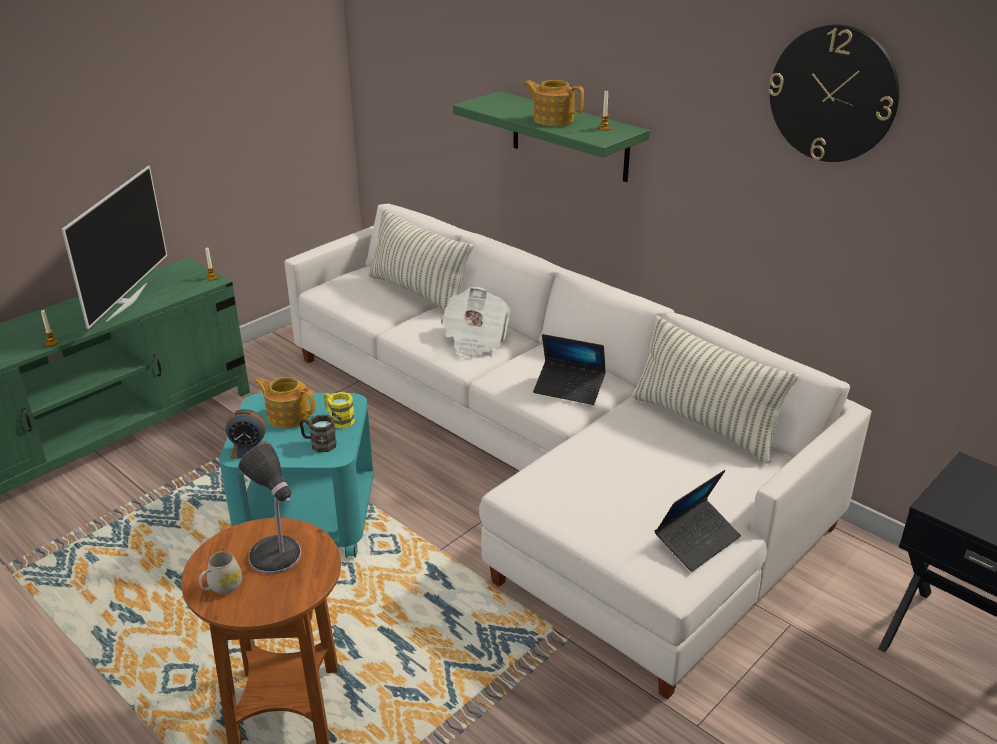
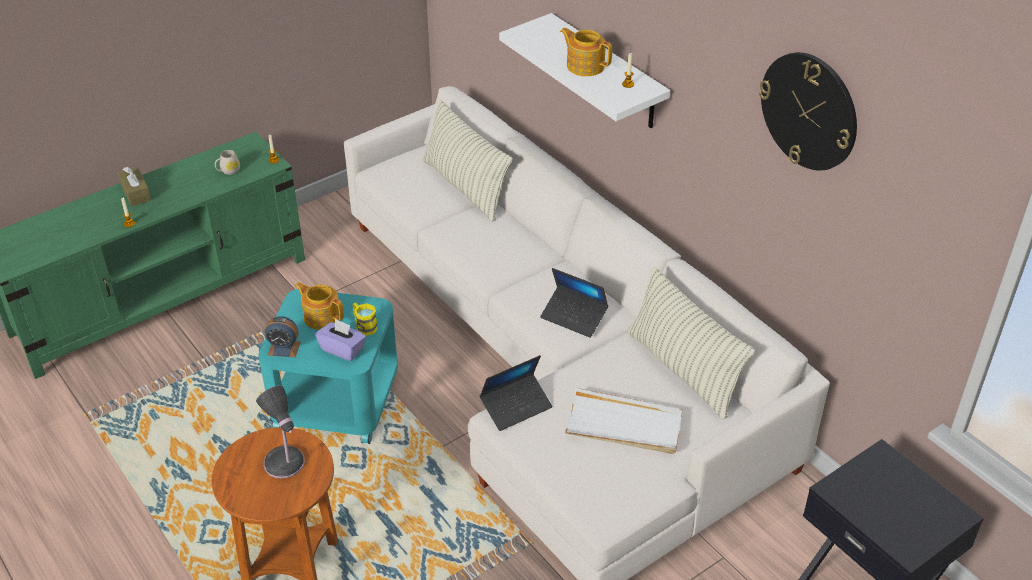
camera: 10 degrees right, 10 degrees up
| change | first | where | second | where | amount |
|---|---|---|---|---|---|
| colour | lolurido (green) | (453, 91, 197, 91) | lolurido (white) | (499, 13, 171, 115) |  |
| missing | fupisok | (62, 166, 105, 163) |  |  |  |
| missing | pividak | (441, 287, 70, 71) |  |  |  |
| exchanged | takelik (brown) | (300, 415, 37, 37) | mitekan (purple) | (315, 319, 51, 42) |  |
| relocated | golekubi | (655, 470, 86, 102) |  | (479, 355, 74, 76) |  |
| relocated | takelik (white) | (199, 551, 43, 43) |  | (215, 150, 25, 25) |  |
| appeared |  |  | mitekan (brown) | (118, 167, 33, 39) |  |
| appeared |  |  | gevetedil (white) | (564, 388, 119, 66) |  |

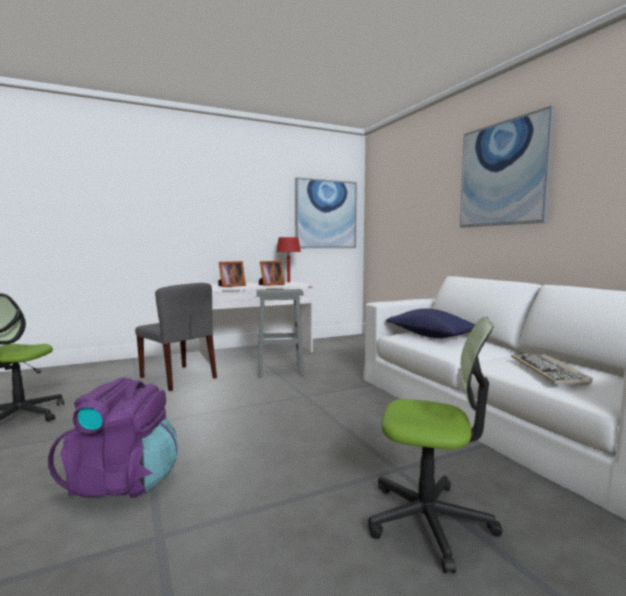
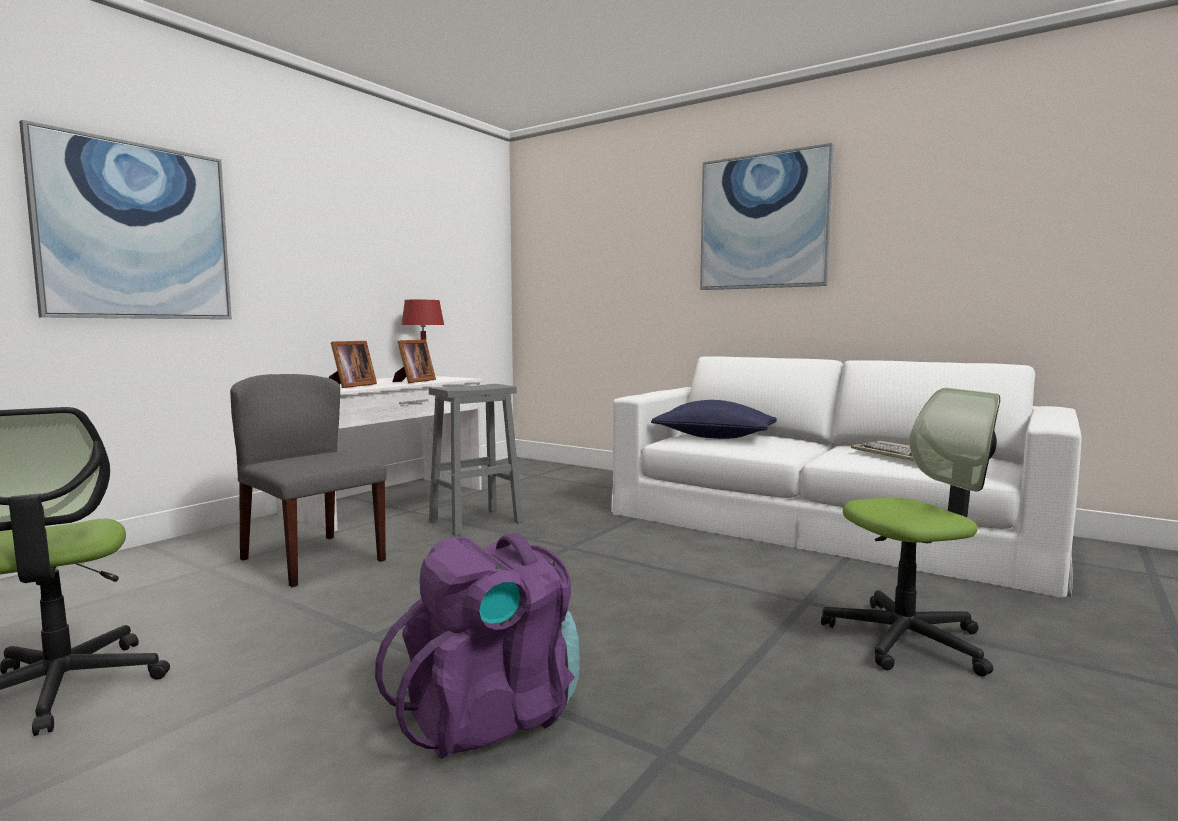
camera: 30 degrees left, 0 degrees up
| change | first | where | second | where | amount |
|---|---|---|---|---|---|
| relocated | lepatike | (295, 177, 62, 71) |  | (19, 120, 213, 199) |  |
| spun | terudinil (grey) | (135, 283, 82, 108) |  | (230, 374, 156, 213) | 150 degrees counterclockwise |

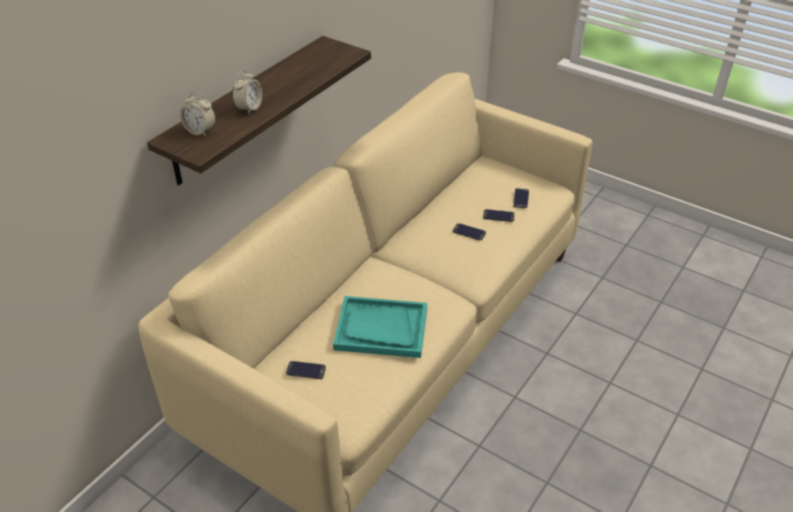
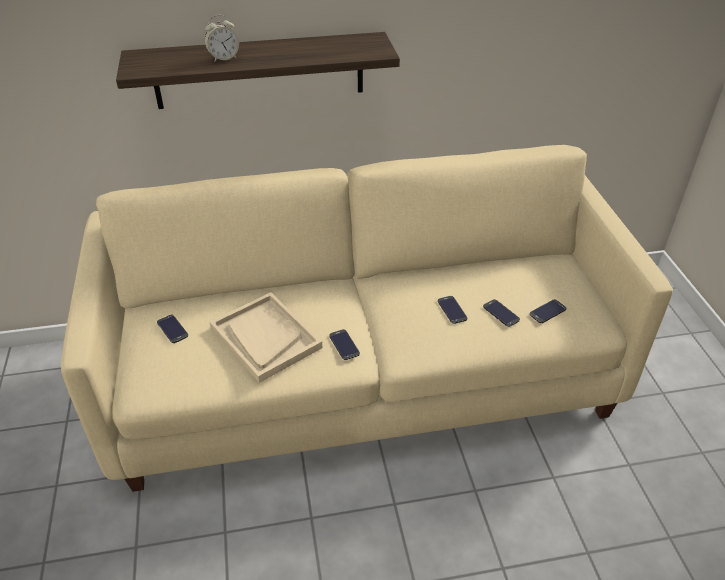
camera: 45 degrees right, 0 degrees up
| change | first | where | second | where | amount |
|---|---|---|---|---|---|
| missing | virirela | (180, 92, 36, 45) |  |  |  |
| colour | gevetedil (turquoise) | (333, 296, 94, 62) | gevetedil (beige) | (210, 292, 112, 91) |  |
| appeared |  |  | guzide | (329, 329, 31, 31) |  |

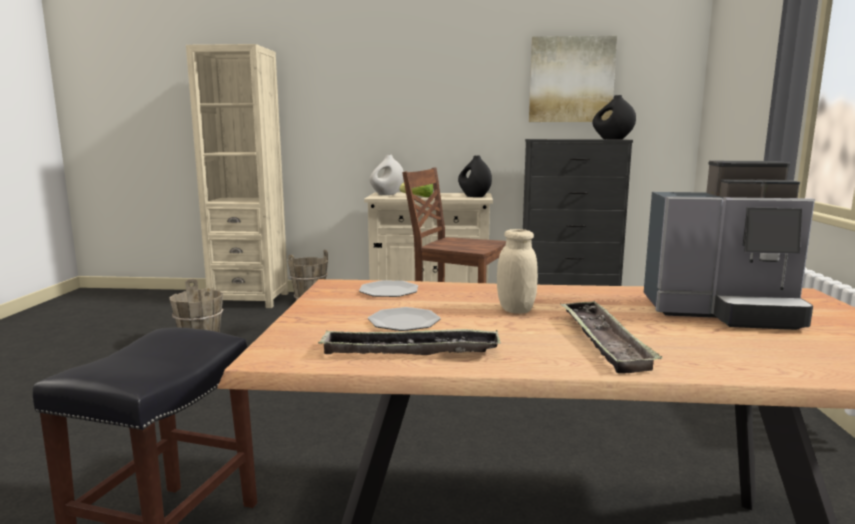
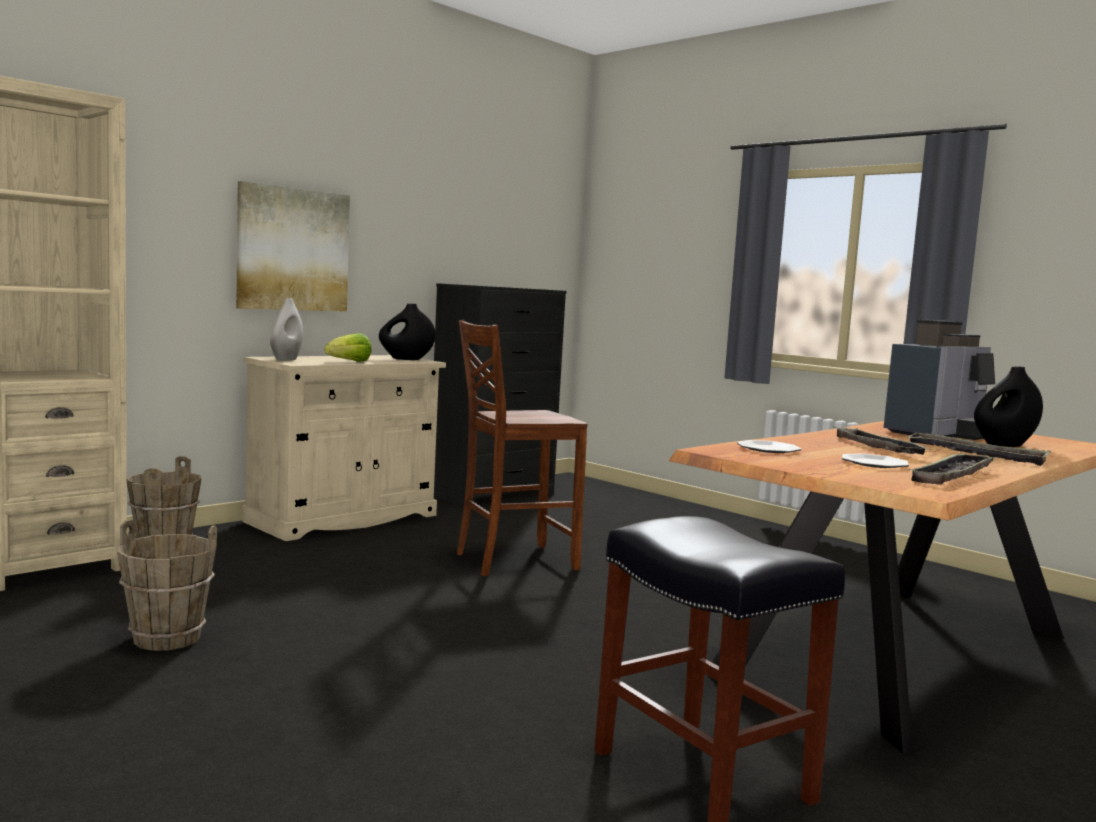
camera: 50 degrees left, 5 degrees down
| change | first | where | second | where | amount |
|---|---|---|---|---|---|
| relocated | lepatike | (529, 36, 88, 86) |  | (236, 181, 114, 131) |  |
| relocated | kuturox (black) | (592, 95, 44, 44) |  | (974, 367, 69, 80) |  |
| exchanged | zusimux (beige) | (497, 229, 41, 85) | gevetedil | (833, 426, 95, 29) |  |

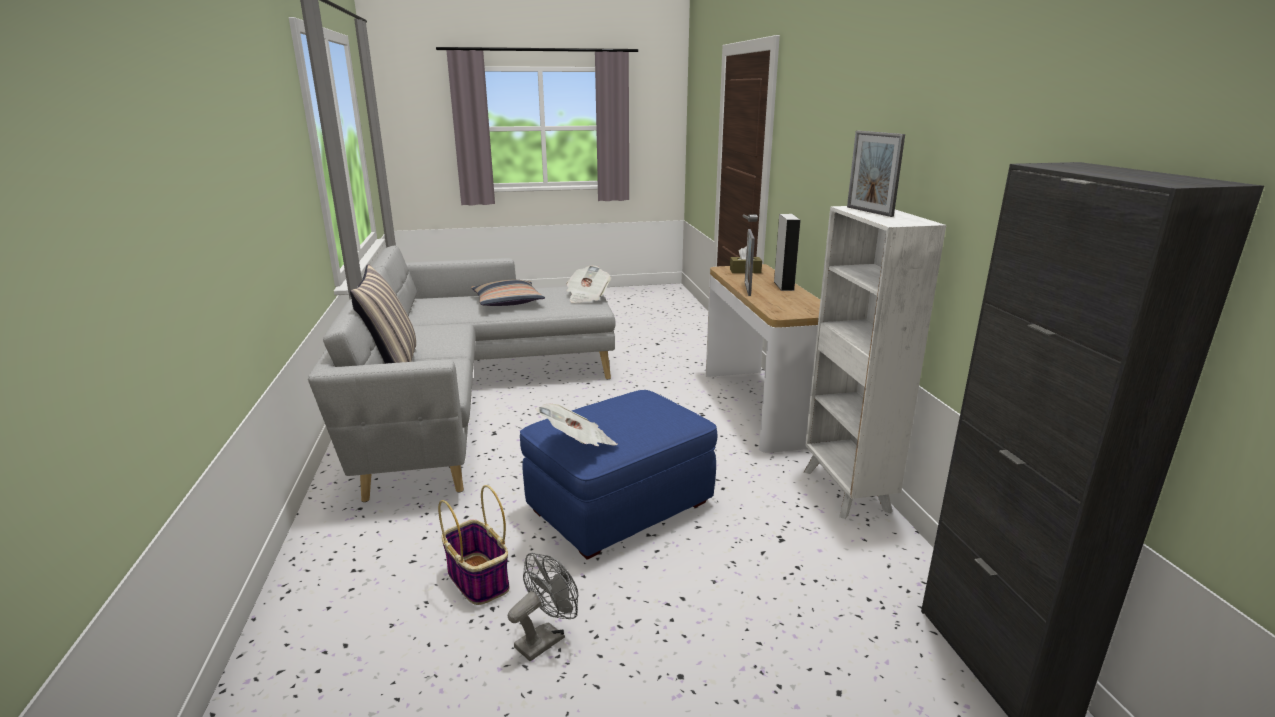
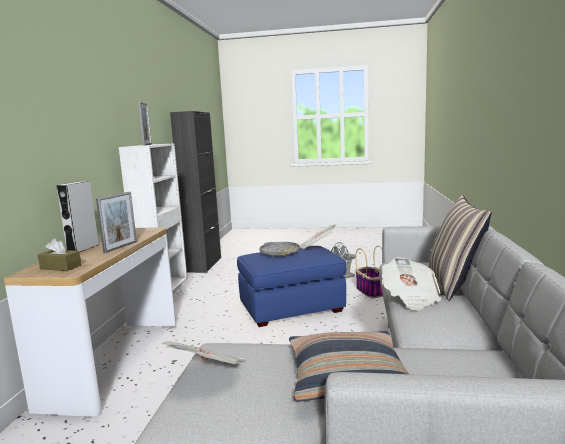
camera: 160 degrees left, 10 degrees down
| change | first | where | second | where | amount |
|---|---|---|---|---|---|
| appeared |  |  | gevetedil (grey) | (260, 242, 40, 15) |  |
| appeared |  |  | pividak | (382, 257, 59, 54) |  |

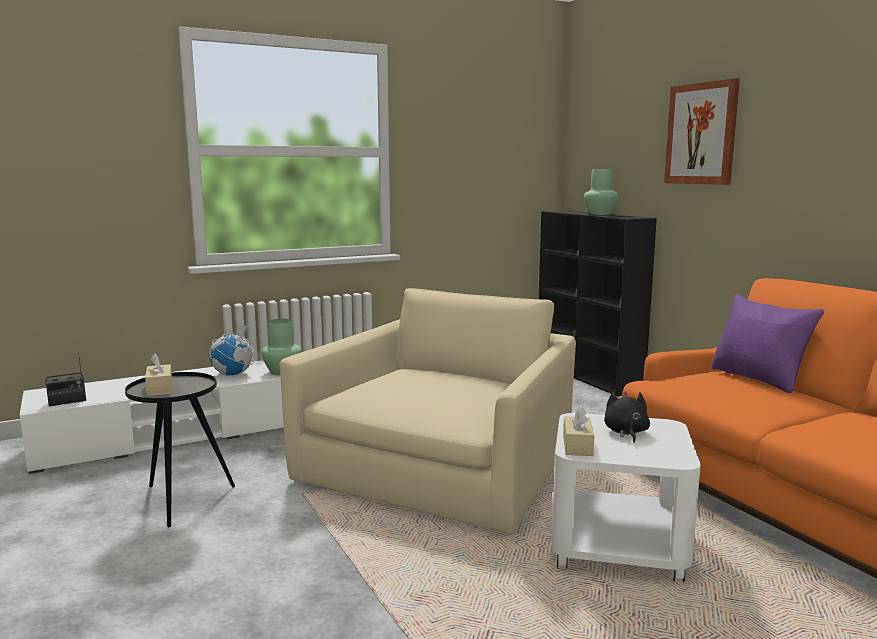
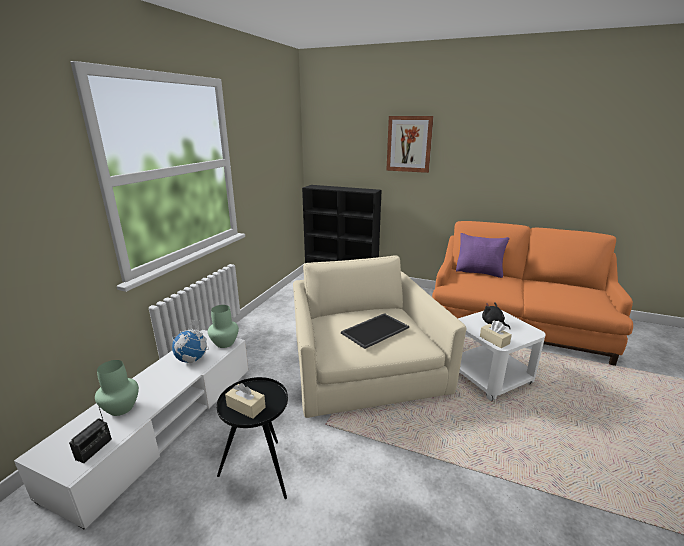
camera: 40 degrees left, 10 degrees up
| change | first | where | second | where | amount |
|---|---|---|---|---|---|
| relocated | kuturox (green) | (584, 169, 34, 46) |  | (95, 360, 44, 56) |  |
| appeared |  |  | gevetedil | (341, 313, 68, 36) |  |

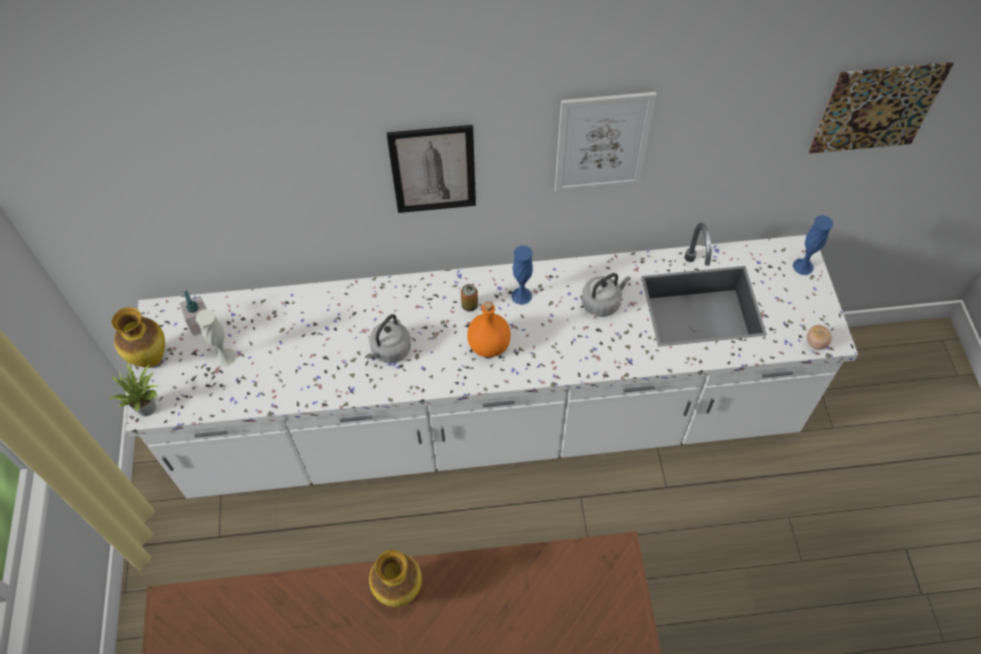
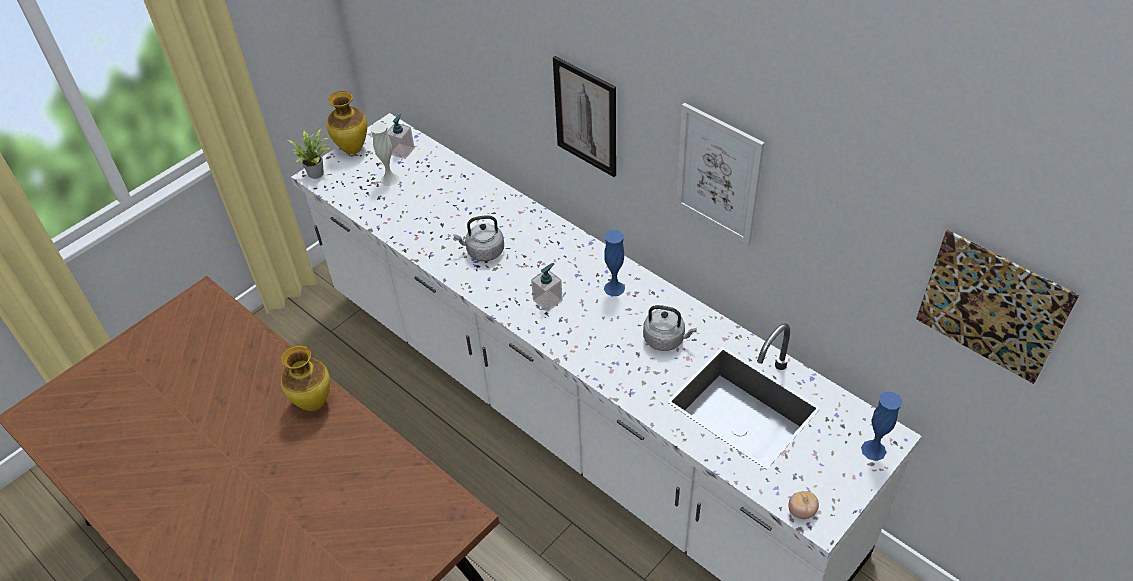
camera: 50 degrees right, 10 degrees down
| change | first | where | second | where | amount |
|---|---|---|---|---|---|
| missing | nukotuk | (461, 284, 17, 28) |  |  |  |
| exchanged | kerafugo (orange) | (467, 302, 44, 55) | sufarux | (531, 263, 32, 49) |  |

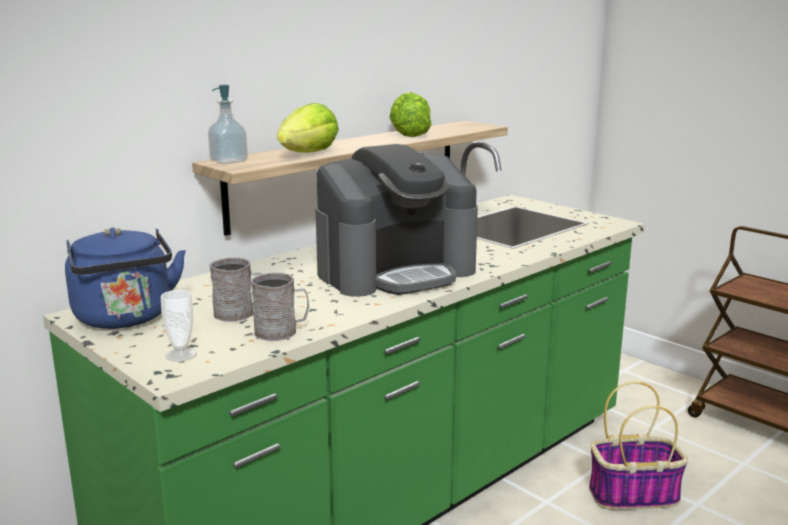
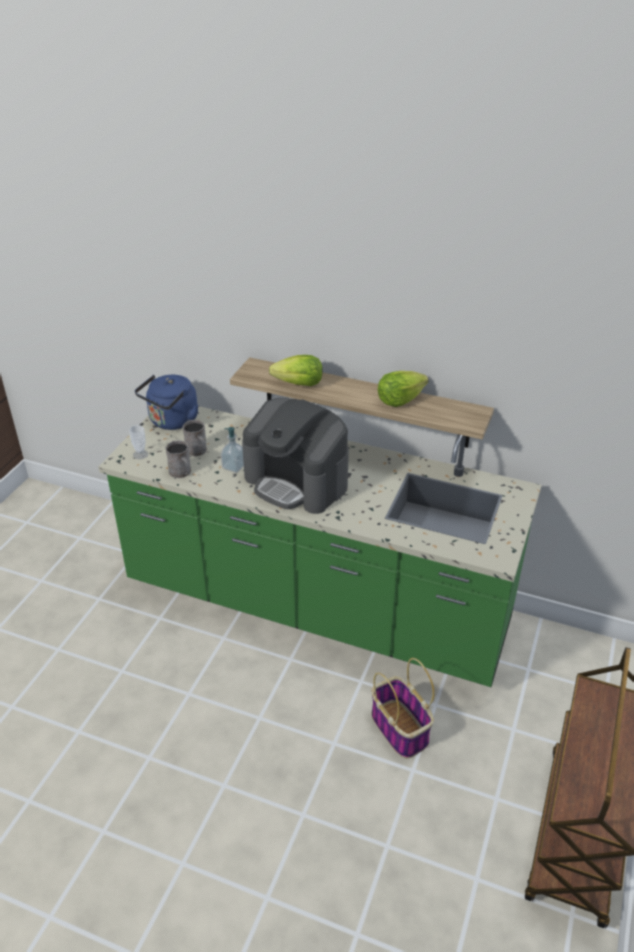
camera: 65 degrees right, 20 degrees up
| change | first | where | second | where | amount |
|---|---|---|---|---|---|
| relocated | sufarux | (208, 85, 40, 79) |  | (221, 427, 23, 46) |  |

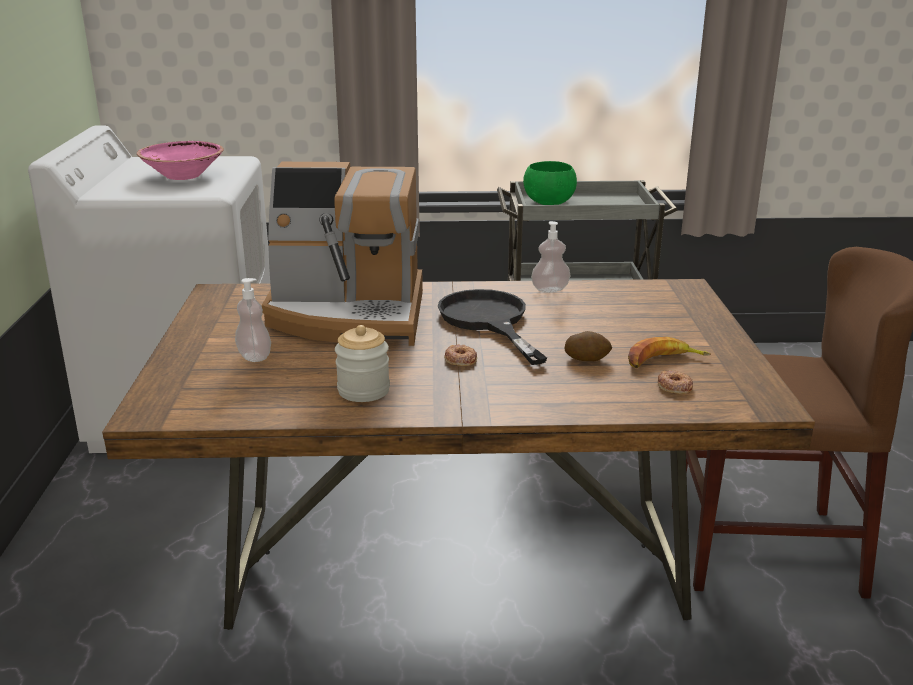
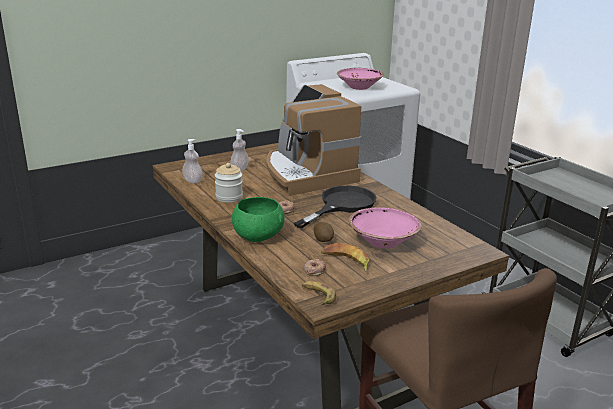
camera: 60 degrees right, 0 degrees up
| change | first | where | second | where | amount |
|---|---|---|---|---|---|
| relocated | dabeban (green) | (523, 161, 54, 44) |  | (232, 197, 53, 45) |  |
| relocated | sufarux | (531, 221, 40, 72) |  | (182, 139, 21, 44) |  |
| appeared |  |  | dabeban (pink) | (349, 207, 73, 42) |  |
| appeared |  |  | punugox | (302, 281, 34, 24) |  |

